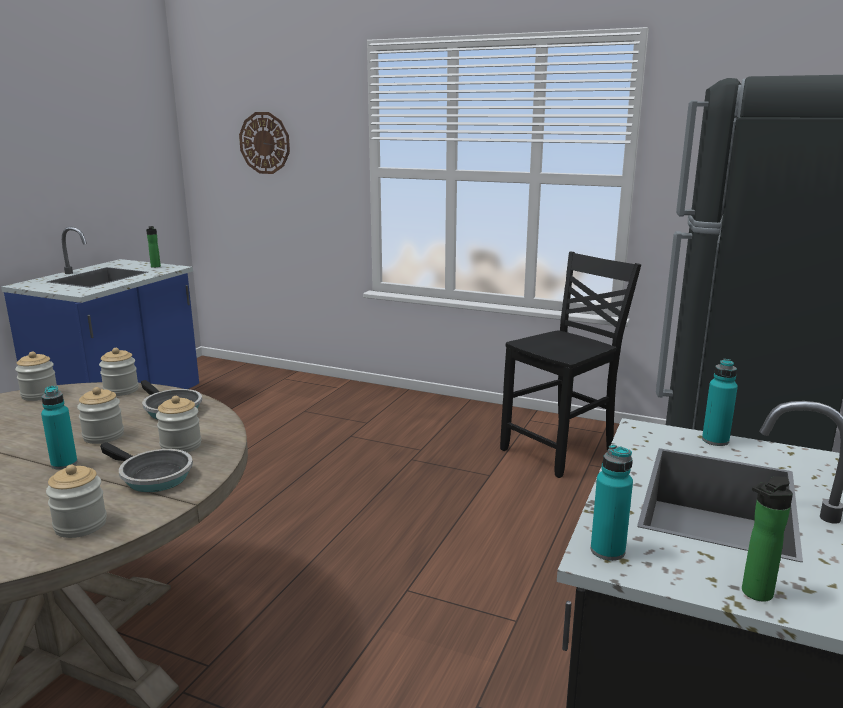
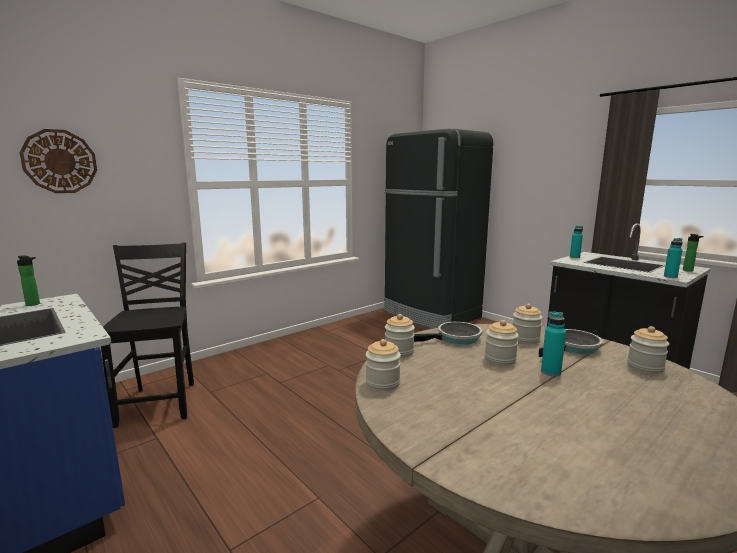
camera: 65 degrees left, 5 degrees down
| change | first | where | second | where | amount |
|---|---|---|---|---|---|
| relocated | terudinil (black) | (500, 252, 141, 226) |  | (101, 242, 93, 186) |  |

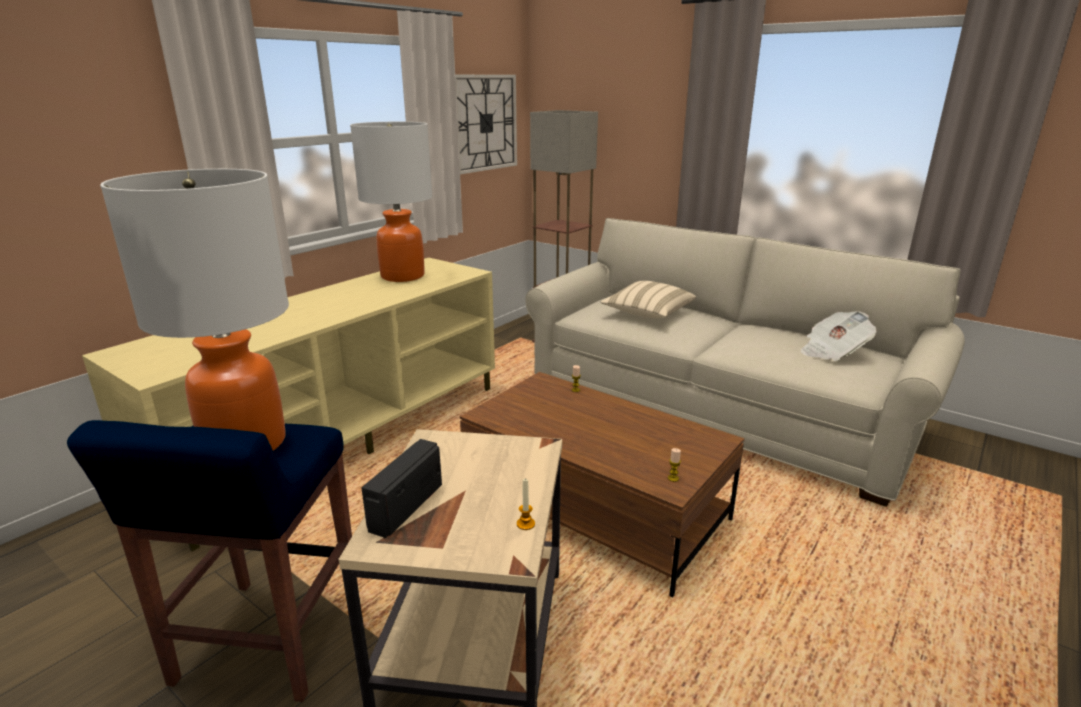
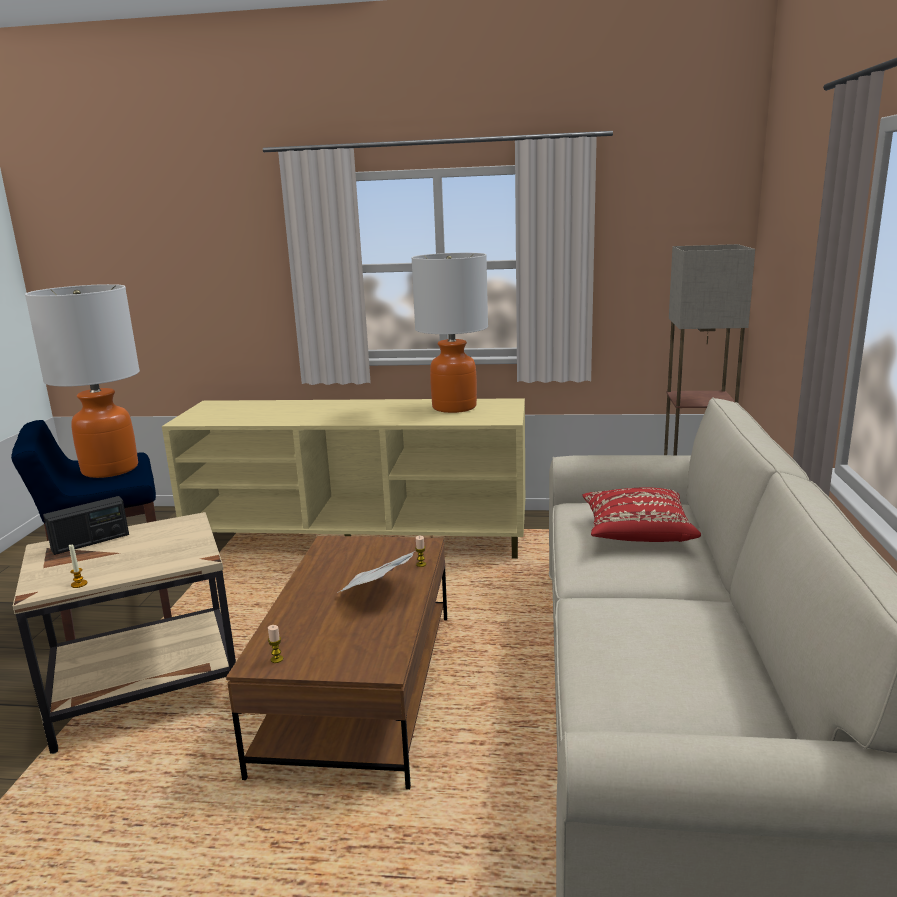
camera: 60 degrees right, 5 degrees down
| change | first | where | second | where | amount |
|---|---|---|---|---|---|
| missing | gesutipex | (455, 74, 62, 101) |  |  |  |
| colour | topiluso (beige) | (601, 281, 95, 37) | topiluso (red) | (582, 487, 119, 55) |  |
| relocated | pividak | (800, 311, 77, 50) |  | (337, 551, 78, 42) |  |
| spun | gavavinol | (361, 439, 81, 99) |  | (43, 496, 86, 59) | 150 degrees clockwise |

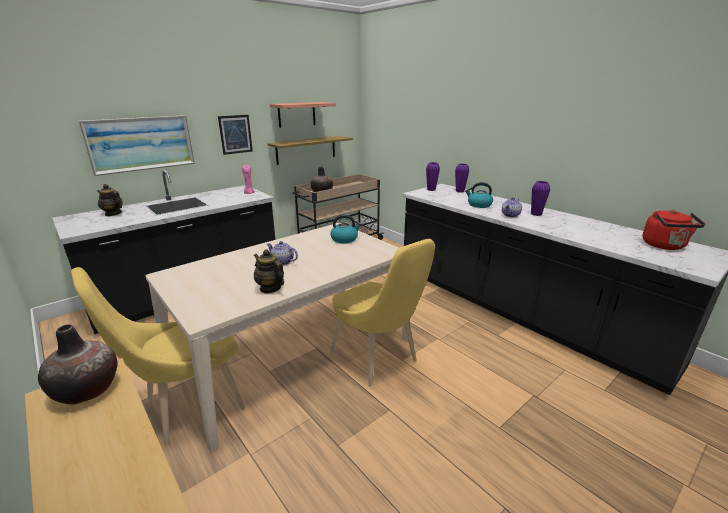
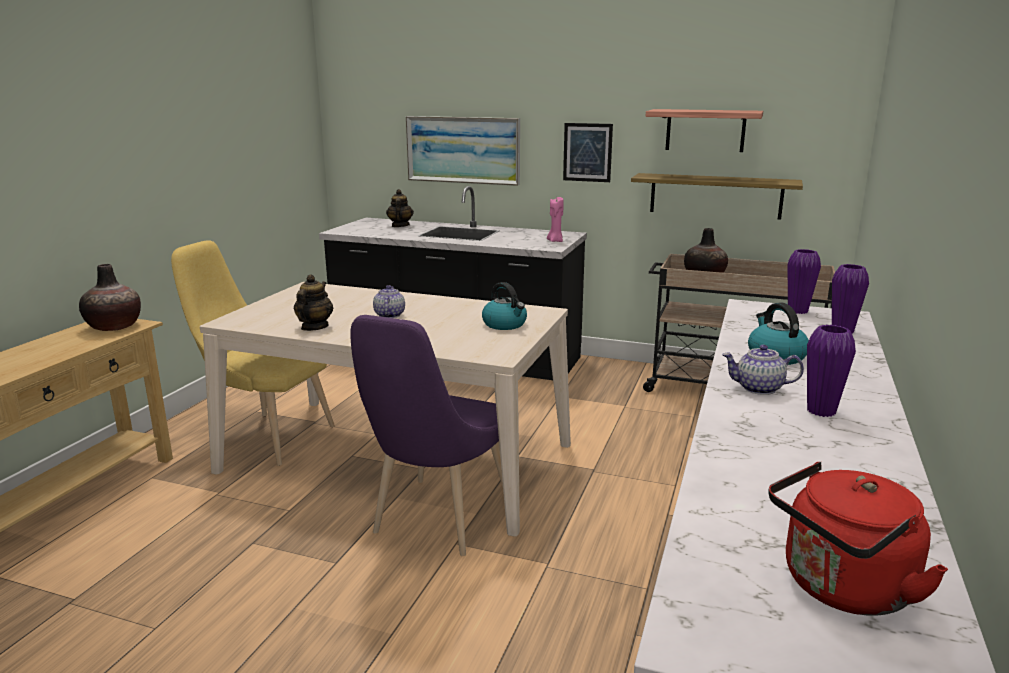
camera: 60 degrees right, 5 degrees down
| change | first | where | second | where | amount |
|---|---|---|---|---|---|
| colour | terudinil (yellow) | (330, 239, 105, 147) | terudinil (purple) | (350, 315, 153, 241) |  |

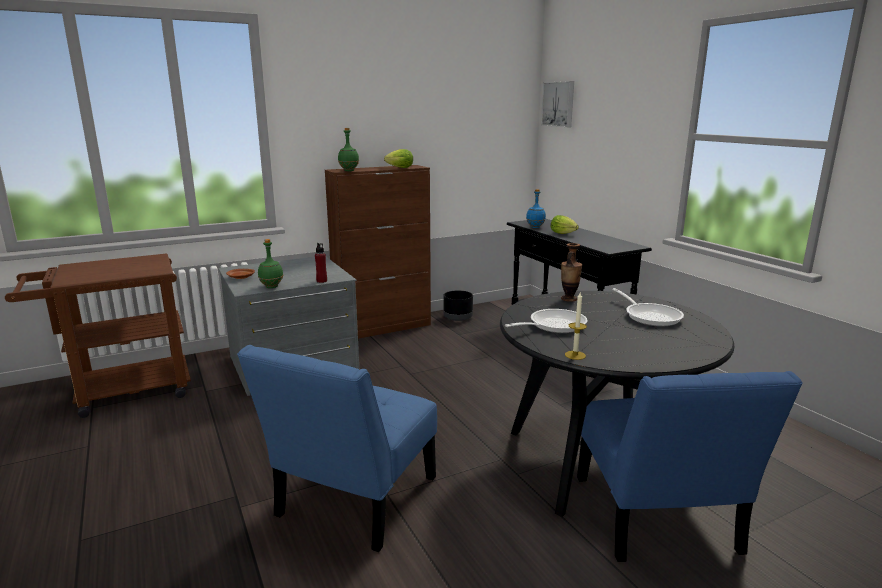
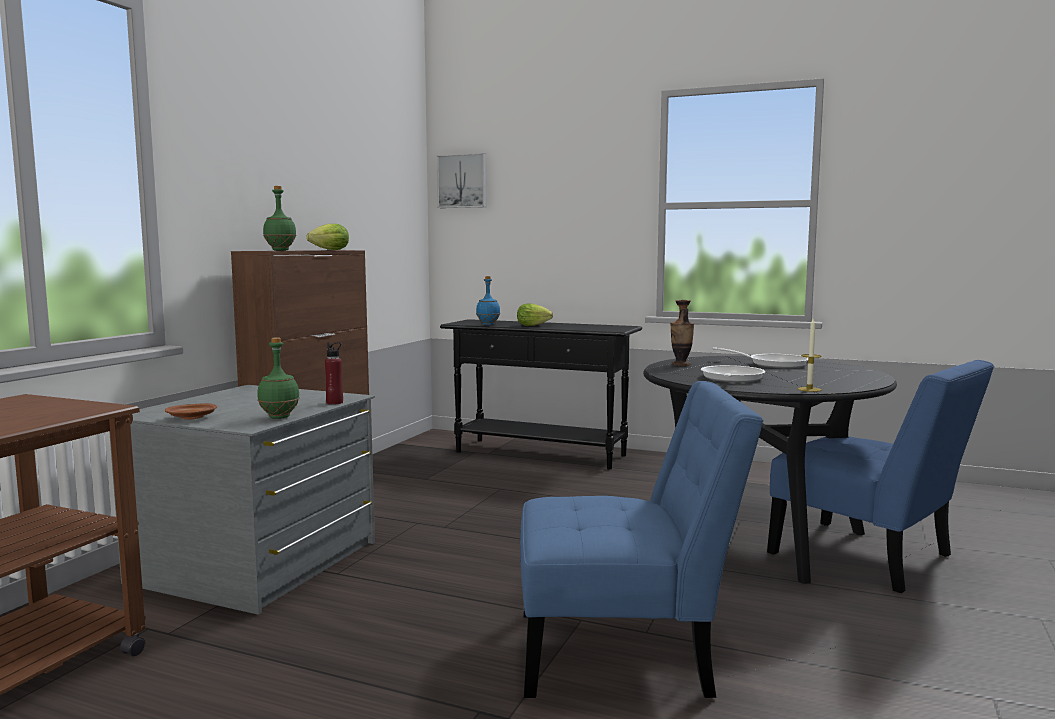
camera: 40 degrees left, 10 degrees down
| change | first | where | second | where | amount |
|---|---|---|---|---|---|
| missing | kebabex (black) | (444, 290, 29, 31) |  |  |  |
| spun | terudinil (blue) | (237, 345, 200, 207) |  | (520, 381, 244, 317) | 75 degrees counterclockwise |

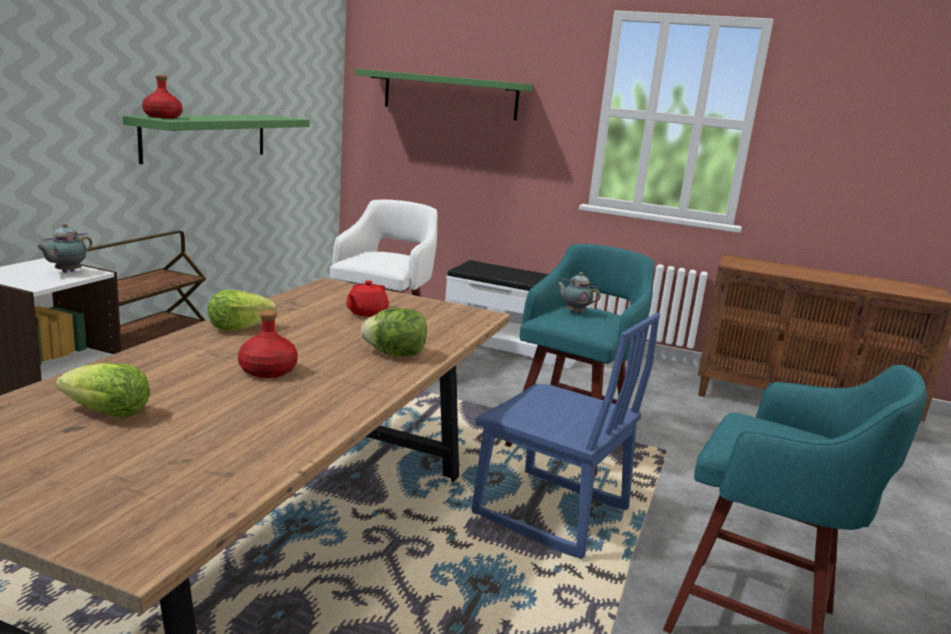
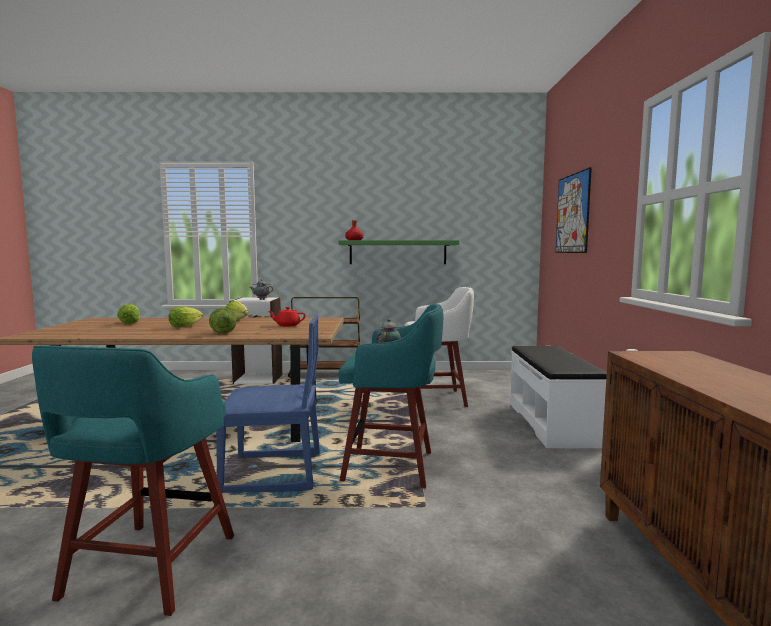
camera: 70 degrees right, 10 degrees down
| change | first | where | second | where | amount |
|---|---|---|---|---|---|
| exchanged | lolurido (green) | (355, 69, 178, 52) | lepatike | (556, 167, 36, 86) |  |
| exchanged | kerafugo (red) | (238, 310, 60, 68) | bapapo | (168, 307, 35, 21) |  |
| spun | terudinil (blue) | (472, 313, 188, 246) |  | (216, 314, 104, 179) | 105 degrees counterclockwise |

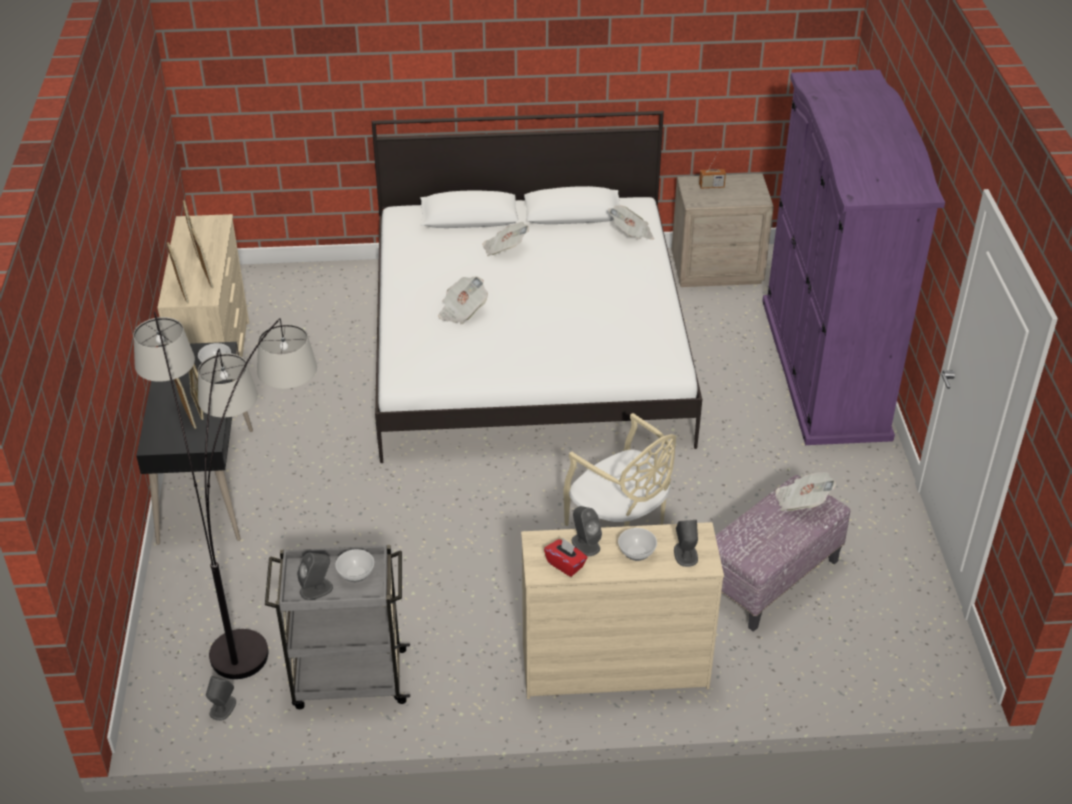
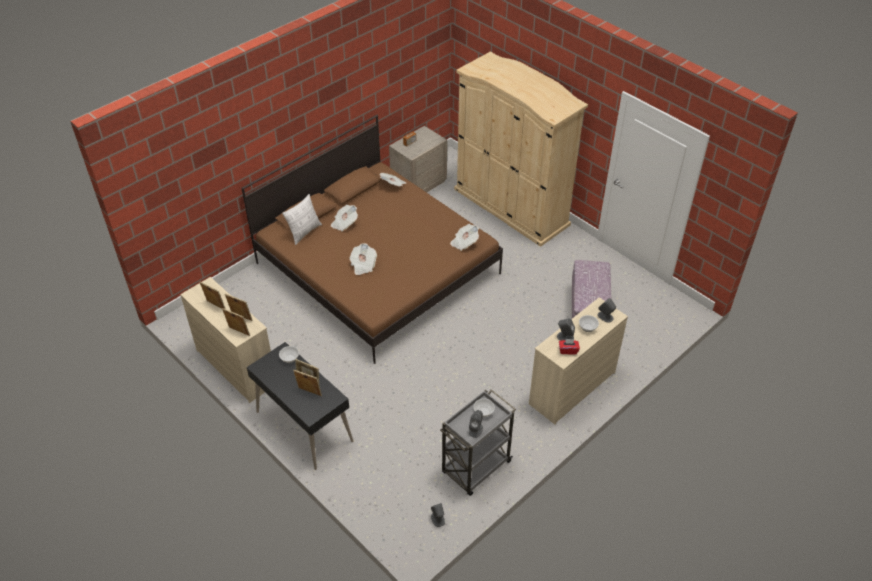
camera: 40 degrees left, 5 degrees up
| change | first | where | second | where | amount |
|---|---|---|---|---|---|
| colour | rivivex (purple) | (762, 70, 183, 375) | rivivex (beige) | (454, 52, 134, 195) |  |
| colour | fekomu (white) | (372, 111, 330, 352) | fekomu (brown) | (242, 115, 261, 249) |  |
| missing | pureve | (133, 311, 184, 368) |  |  |  |
| missing | terudinil (beige) | (563, 413, 113, 113) |  |  |  |
| relocated | pividak | (775, 472, 61, 39) |  | (450, 224, 29, 27) |  |
| appeared |  |  | topiluso | (282, 194, 40, 51) |  |

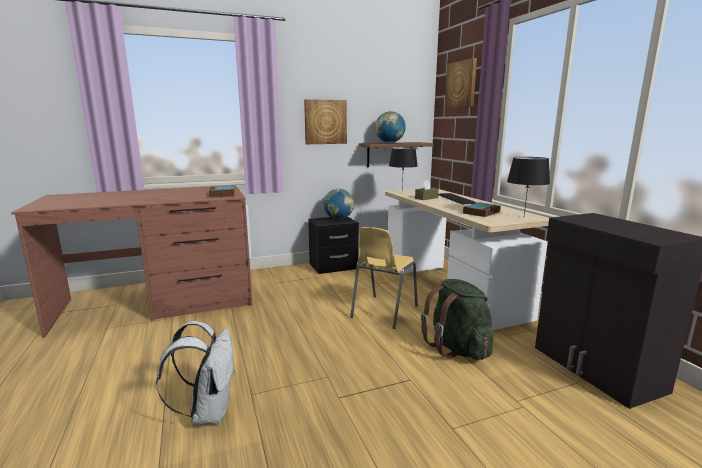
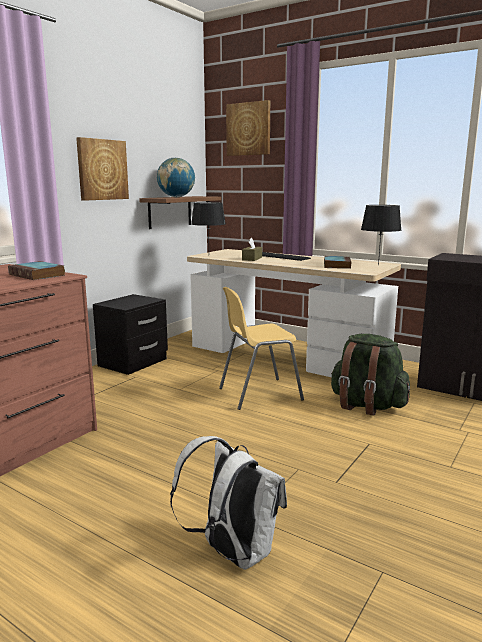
camera: 35 degrees left, 0 degrees up
| change | first | where | second | where | amount |
|---|---|---|---|---|---|
| missing | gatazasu | (323, 189, 31, 30) |  |  |  |
| spun | terudinil (yellow) | (350, 227, 68, 102) |  | (219, 287, 85, 123) | 75 degrees clockwise |

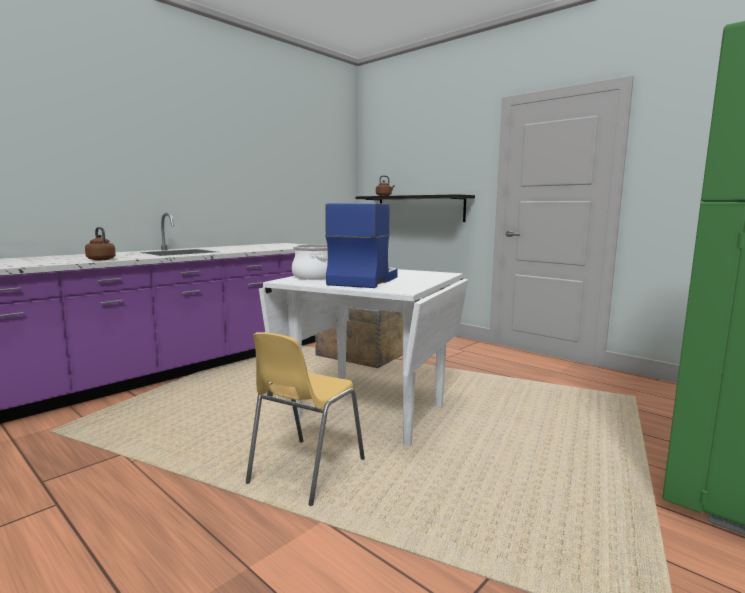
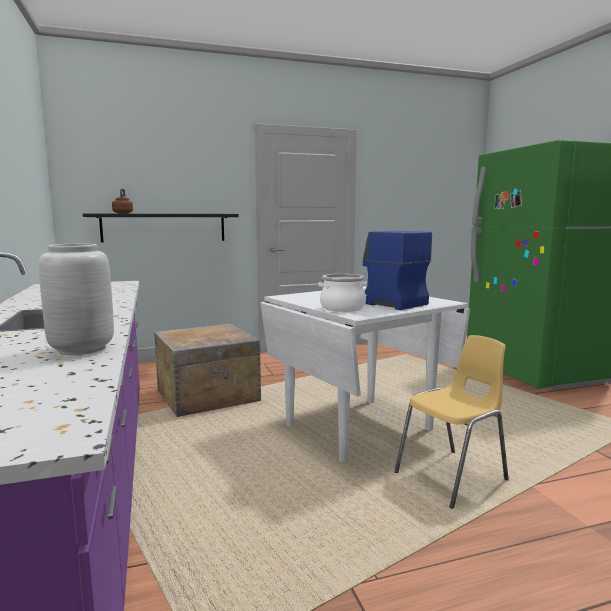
camera: 60 degrees left, 0 degrees up
| change | first | where | second | where | amount |
|---|---|---|---|---|---|
| exchanged | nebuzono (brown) | (85, 227, 31, 33) | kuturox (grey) | (39, 244, 75, 111) |  |
| spun | terudinil (yellow) | (246, 332, 119, 174) |  | (394, 335, 115, 174) | 90 degrees counterclockwise |

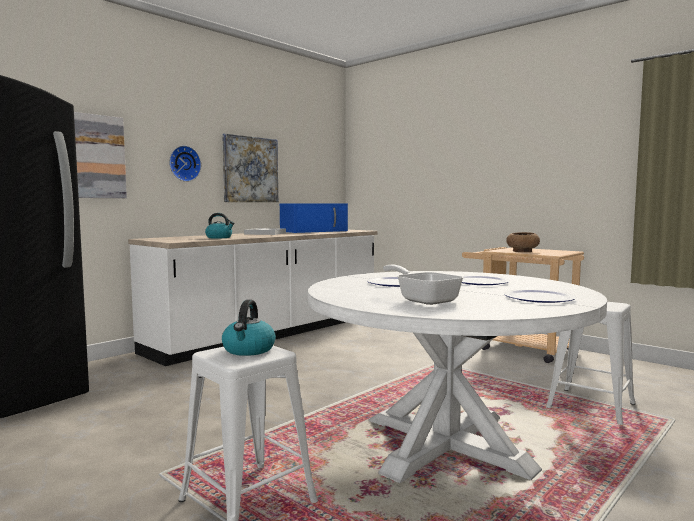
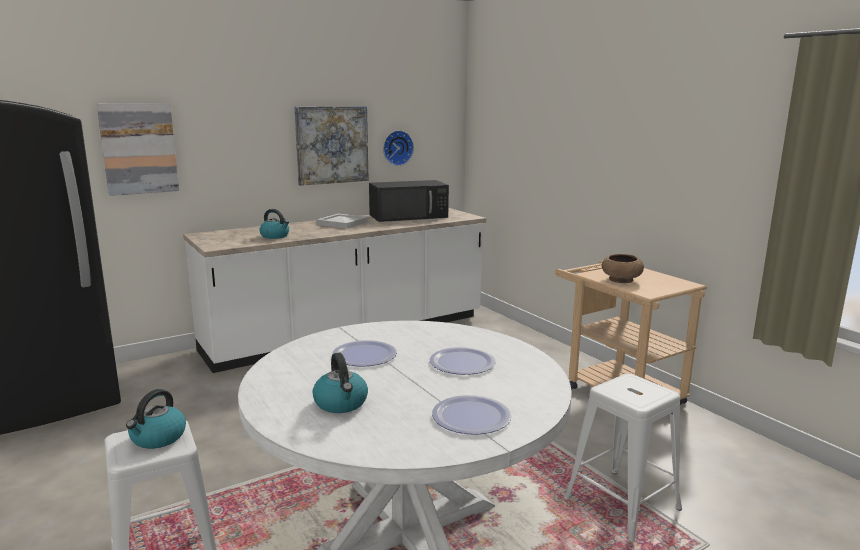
camera: 15 degrees right, 10 degrees up
| change | first | where | second | where | amount |
|---|---|---|---|---|---|
| relocated | gesutipex | (169, 145, 32, 37) |  | (383, 130, 31, 36) |  |
| colour | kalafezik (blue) | (280, 203, 68, 30) | kalafezik (black) | (369, 180, 80, 42) |  |
| exchanged | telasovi | (383, 265, 81, 40) | nebuzono | (312, 353, 56, 60) |  |

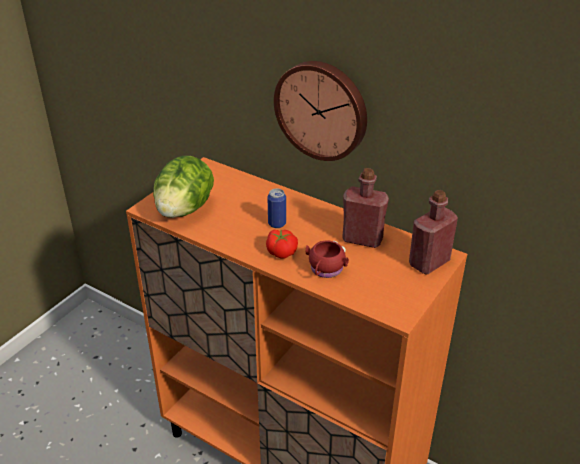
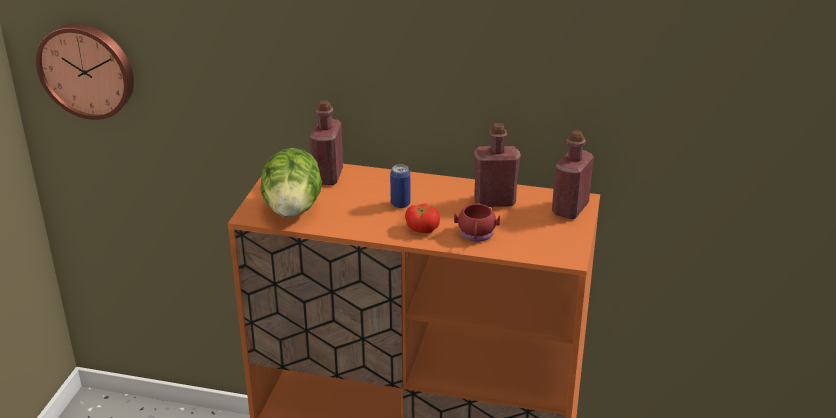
camera: 20 degrees left, 5 degrees down
| change | first | where | second | where | amount |
|---|---|---|---|---|---|
| relocated | gesutipex | (274, 61, 93, 100) |  | (36, 23, 98, 97) |  |
| appeared |  |  | kerafugo (red) | (310, 100, 33, 85) |  |

